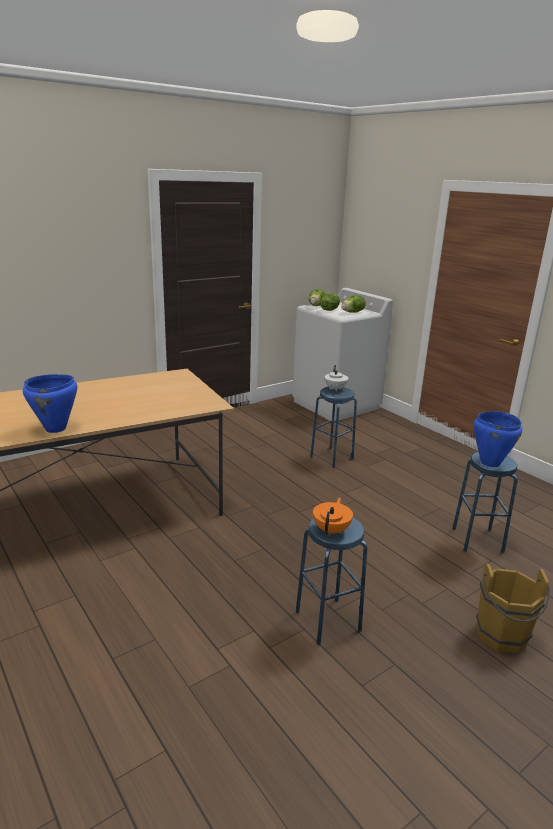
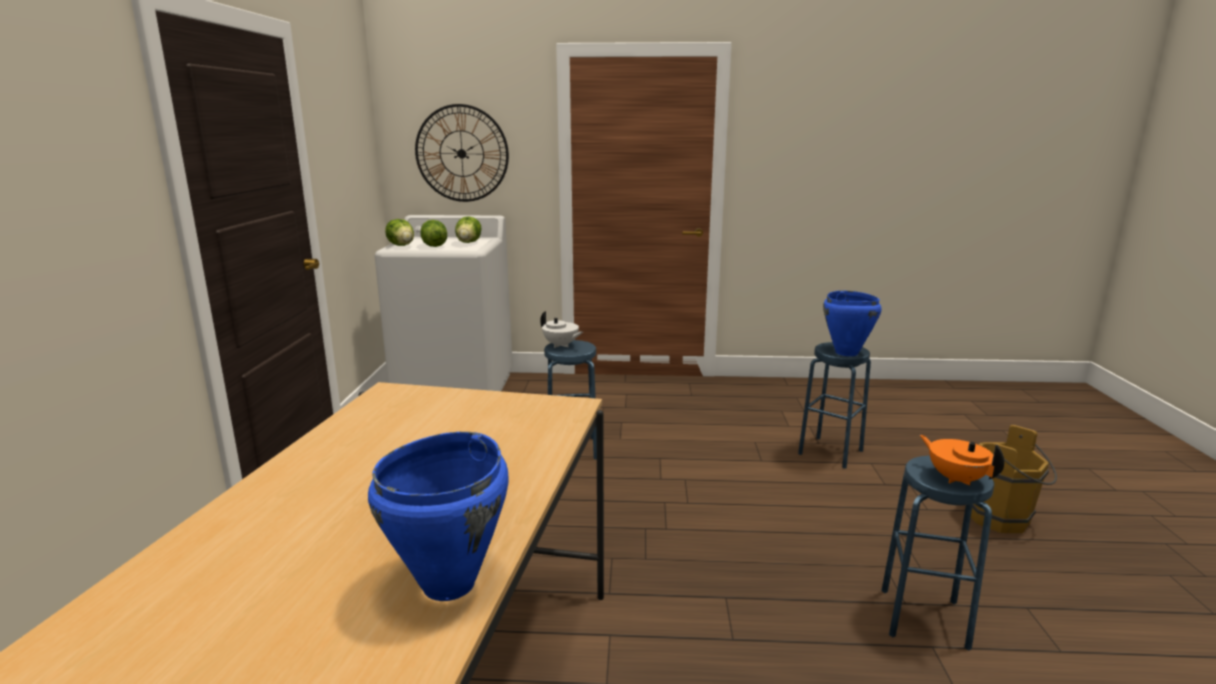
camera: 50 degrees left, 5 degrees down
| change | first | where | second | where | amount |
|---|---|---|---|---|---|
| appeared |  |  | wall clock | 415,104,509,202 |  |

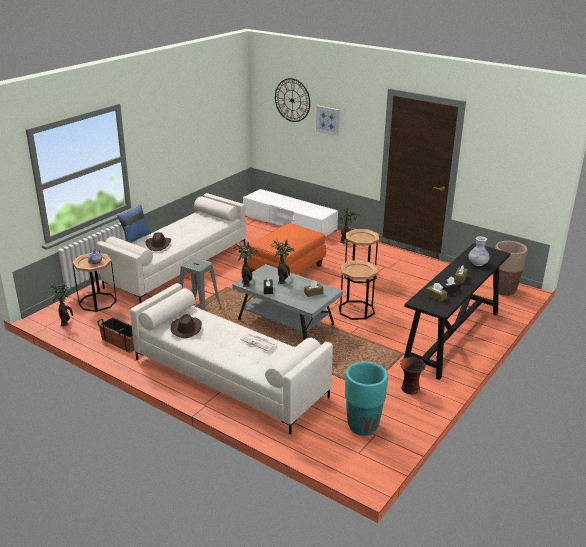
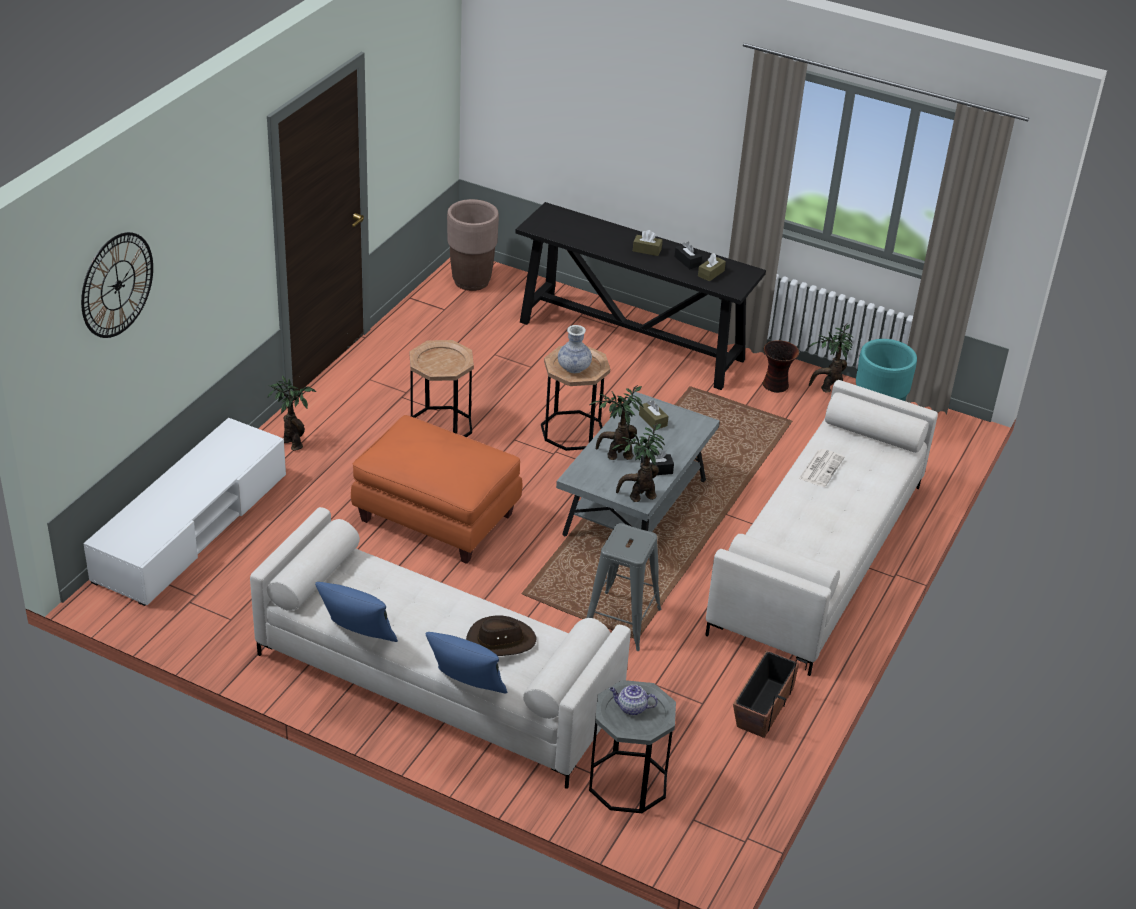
camera: 100 degrees left, 10 degrees up
| change | first | where | second | where | amount |
|---|---|---|---|---|---|
| missing | hat (brown-coloured) | 171,314,202,338 |  |  |  |
| missing | picture | 316,105,340,136 |  |  |  |
| appeared |  |  | throw pillow (blue) | 315,582,398,642 |  |
| relocated | plant in a pot | 47,282,73,326 |  | 809,323,853,393 |  |
| relocated | decorative vase | 469,236,489,266 |  | 558,325,592,373 |  |
| colour | accent table (brown-coloured) | 72,253,117,312 | accent table (greyish) | 589,680,676,813 |  |

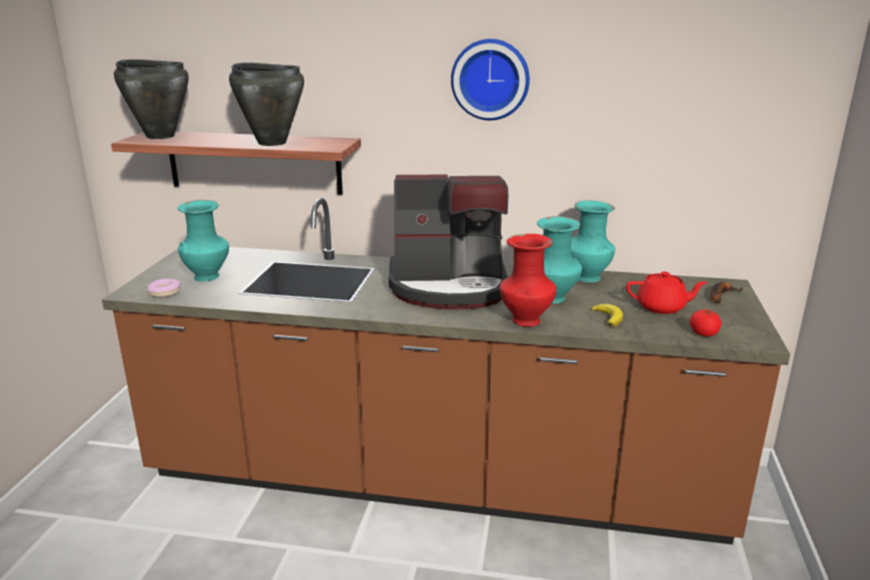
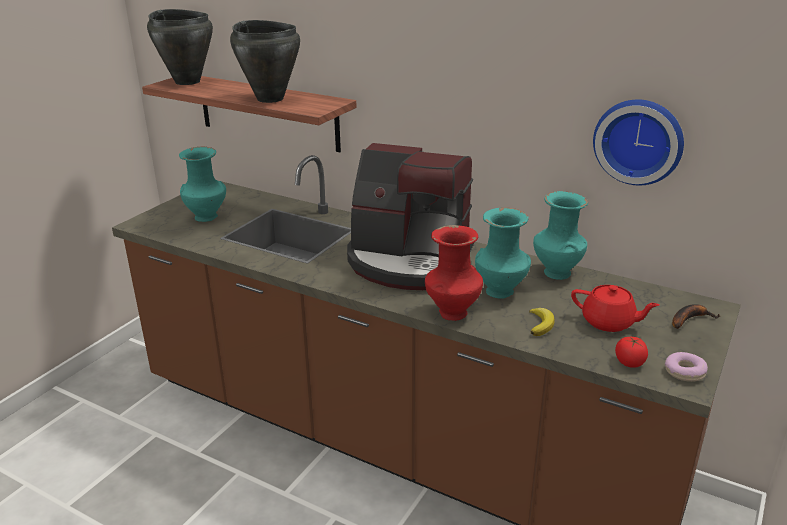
camera: 20 degrees right, 5 degrees up
| change | first | where | second | where | amount |
|---|---|---|---|---|---|
| relocated | donut | 147,279,181,297 |  | 665,352,708,382 |  |
| relocated | wall clock | 451,39,530,120 |  | 593,99,684,186 |  |

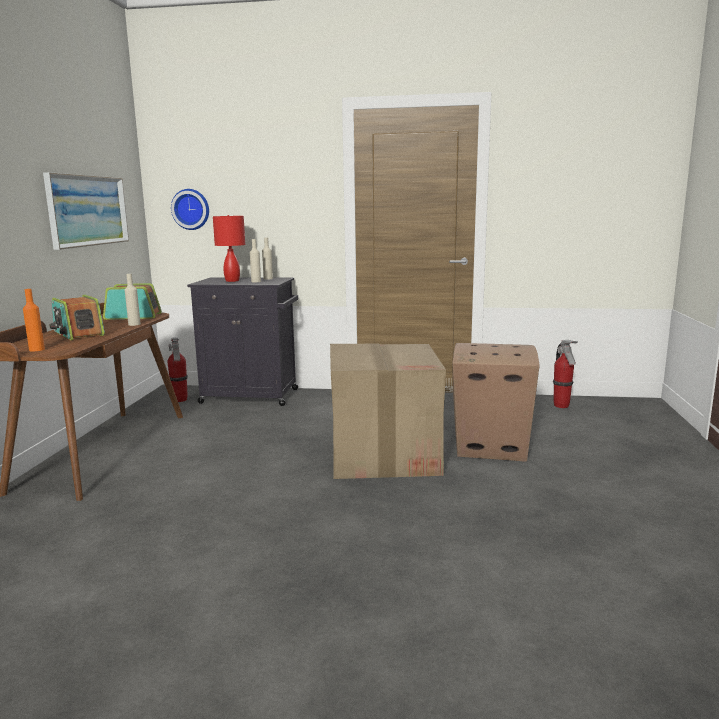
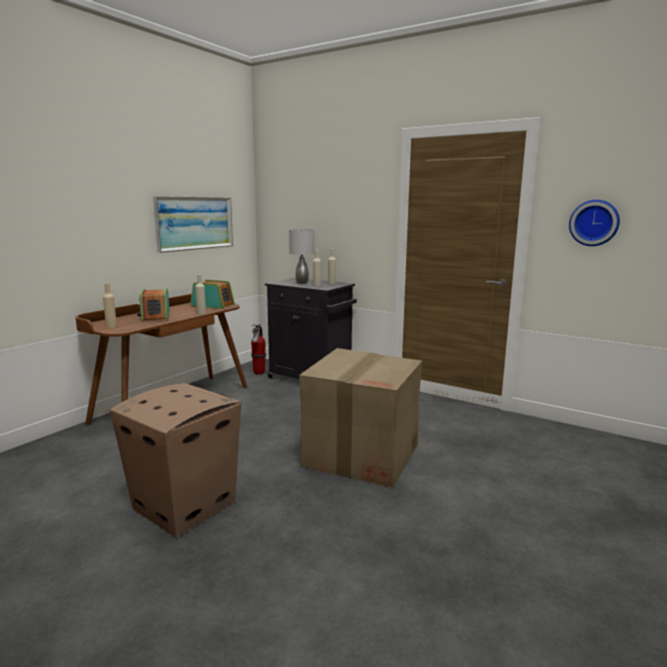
camera: 25 degrees right, 0 degrees up
| change | first | where | second | where | amount |
|---|---|---|---|---|---|
| missing | extinguisher | 553,340,578,408 |  |  |  |
| relocated | wall clock | 171,189,209,230 |  | 569,200,620,246 |  |
| relocated | packing box | 452,343,540,462 |  | 110,383,241,537 |  |
| colour | drink bottle (orangey) | 23,289,45,351 | drink bottle (beige) | 103,283,117,328 |  |
| colour | tabletop lamp (red-coloured) | 213,215,245,282 | tabletop lamp (greyish) | 289,229,314,284 |  |

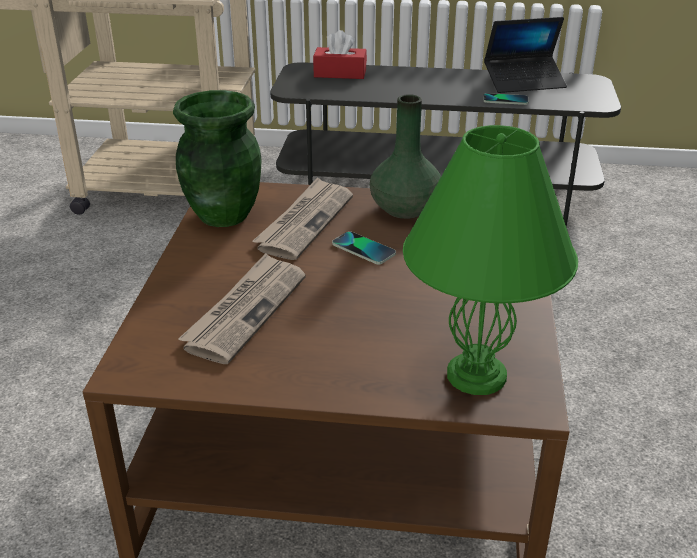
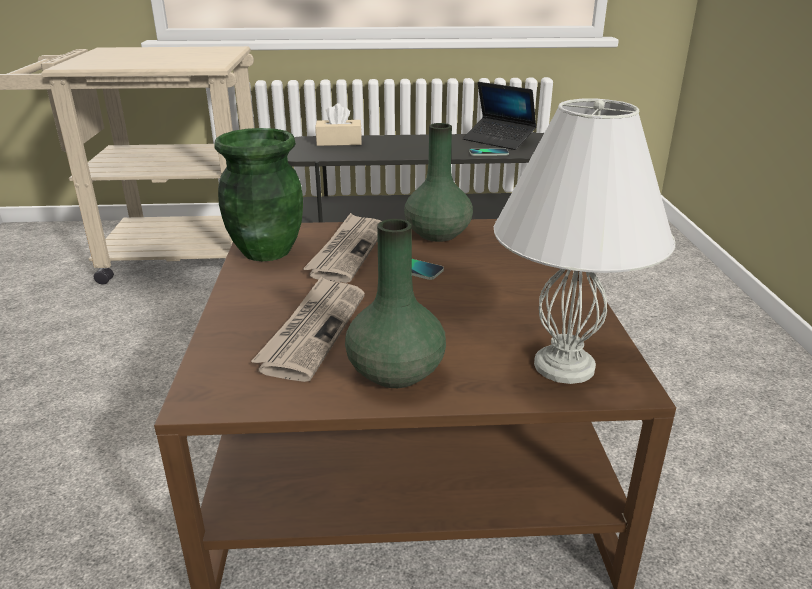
camera: 10 degrees left, 5 degrees down
| change | first | where | second | where | amount |
|---|---|---|---|---|---|
| appeared |  |  | decorative vase (green) | 345,219,446,388 |  |
| colour | tissue box (red-coloured) | 313,30,367,79 | tissue box (beige) | 315,103,362,146 |  |
| colour | tabletop lamp (green) | 403,125,578,395 | tabletop lamp (white-coloured) | 494,99,675,384 |  |
| spun | laptop | 484,17,567,93 |  | 463,82,537,150 | 60 degrees clockwise |

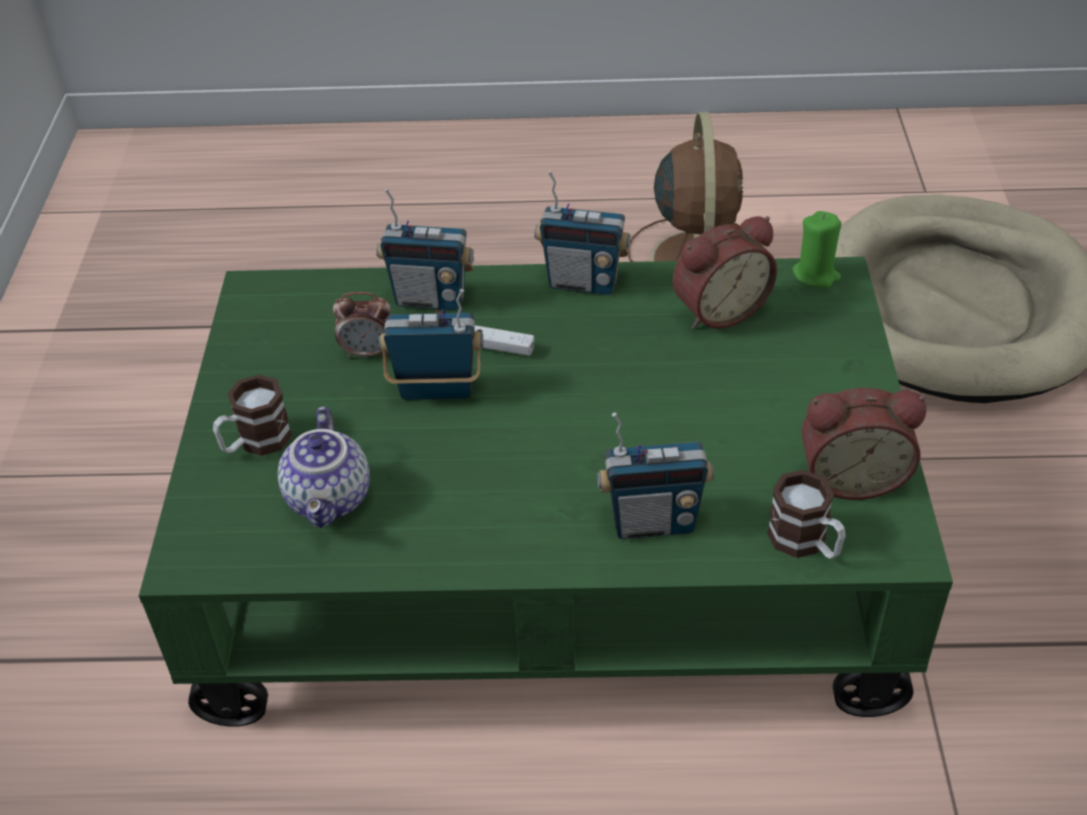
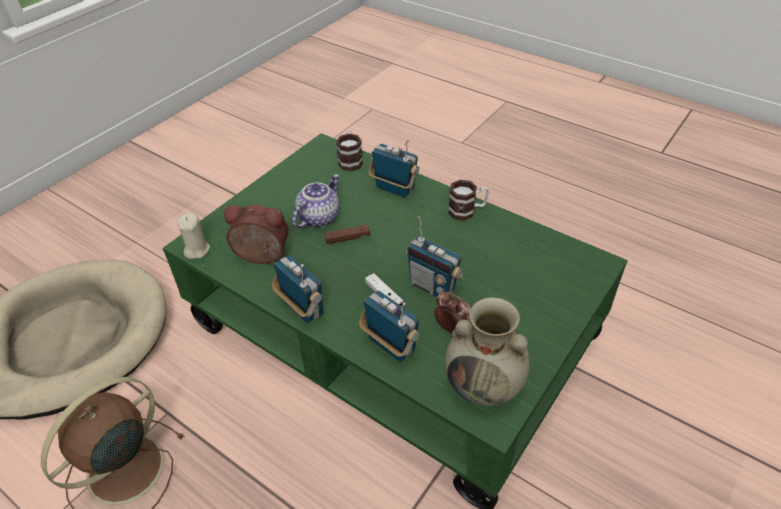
camera: 145 degrees left, 0 degrees up
| change | first | where | second | where | amount |
|---|---|---|---|---|---|
| missing | bedside clock | 801,388,927,500 |  |  |  |
| appeared |  |  | game controller (brown-coloured) | 325,225,370,244 |  |
| appeared |  |  | decorative vase (beige) | 445,297,530,406 |  |
| relocated | tea mug | 213,374,292,456 |  | 448,180,489,221 |  |
| relocated | pot for tea | 278,407,370,528 |  | 292,174,339,228 |  |
| colour | candle (green) | 793,211,841,288 | candle (beige) | 177,213,210,259 |  |

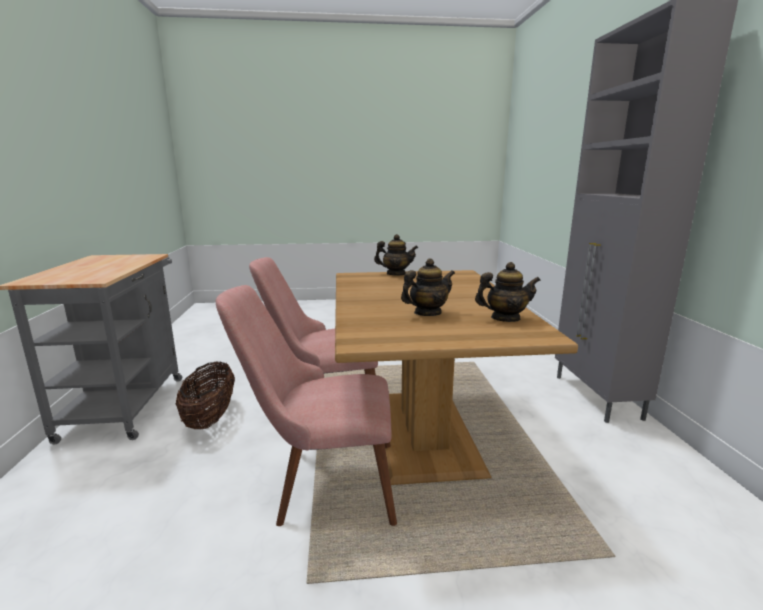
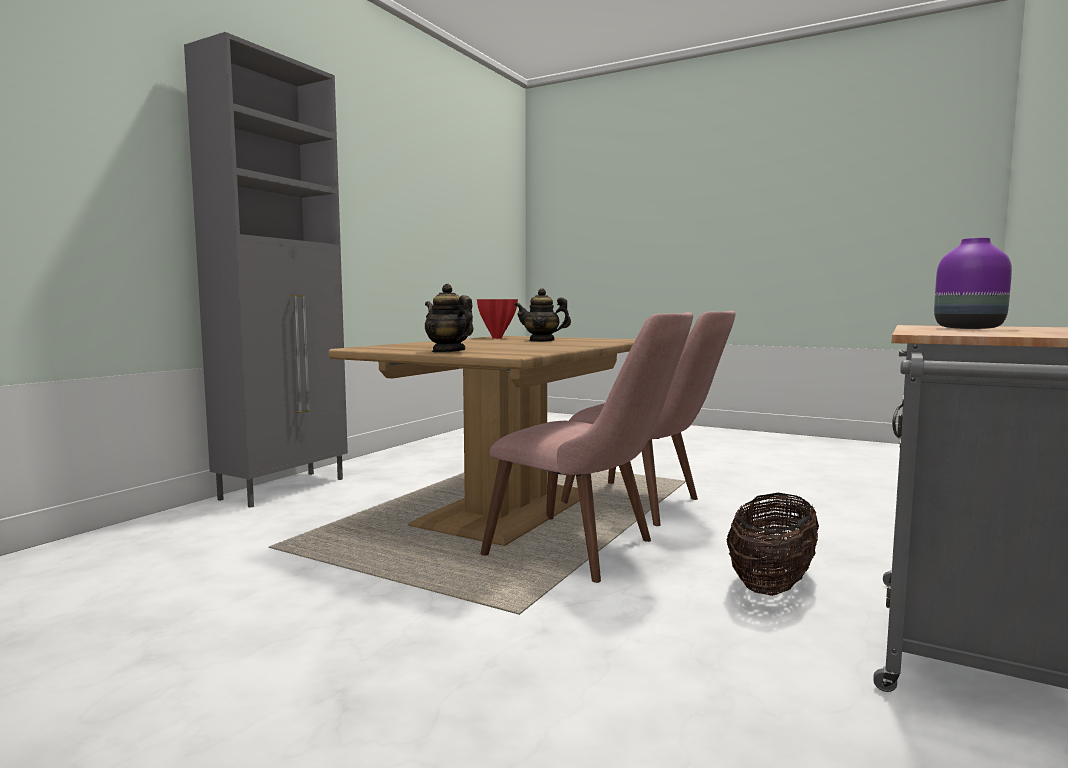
camera: 145 degrees left, 10 degrees down
| change | first | where | second | where | amount |
|---|---|---|---|---|---|
| appeared |  |  | decorative vase (purplish) | 934,238,1012,329 |  |
| exchanged | pot for tea | 475,262,541,322 | decorative vase (red-coloured) | 477,299,518,339 |  |

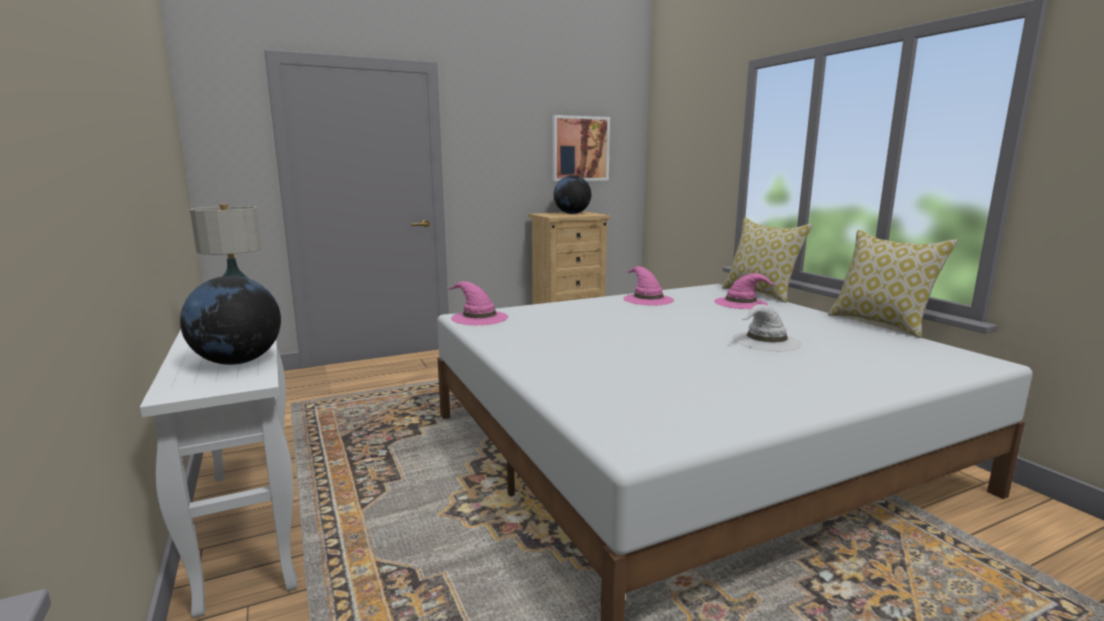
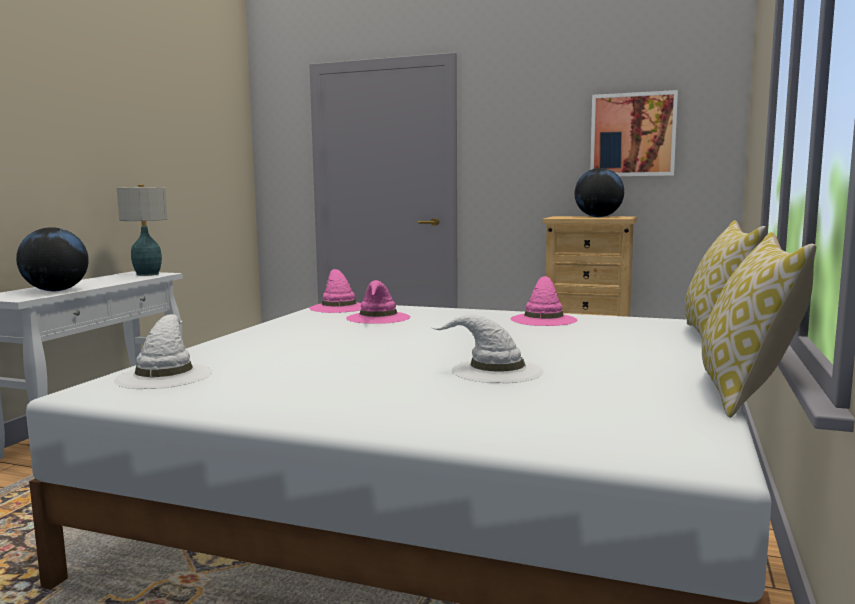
camera: 45 degrees right, 5 degrees down
| change | first | where | second | where | amount |
|---|---|---|---|---|---|
| appeared |  |  | hat (white-coloured) | 114,314,213,389 |  |
| relocated | hat (pink) | 714,273,776,309 |  | 346,280,411,324 |  |

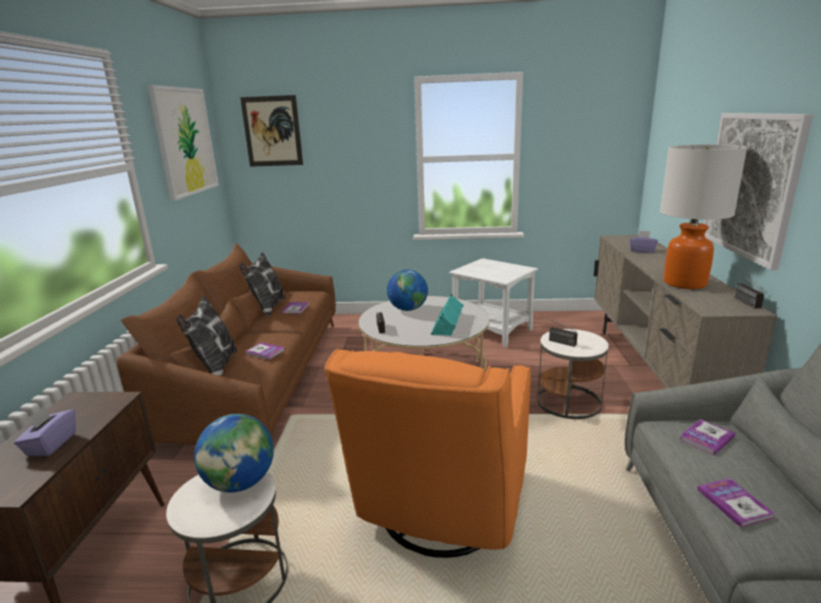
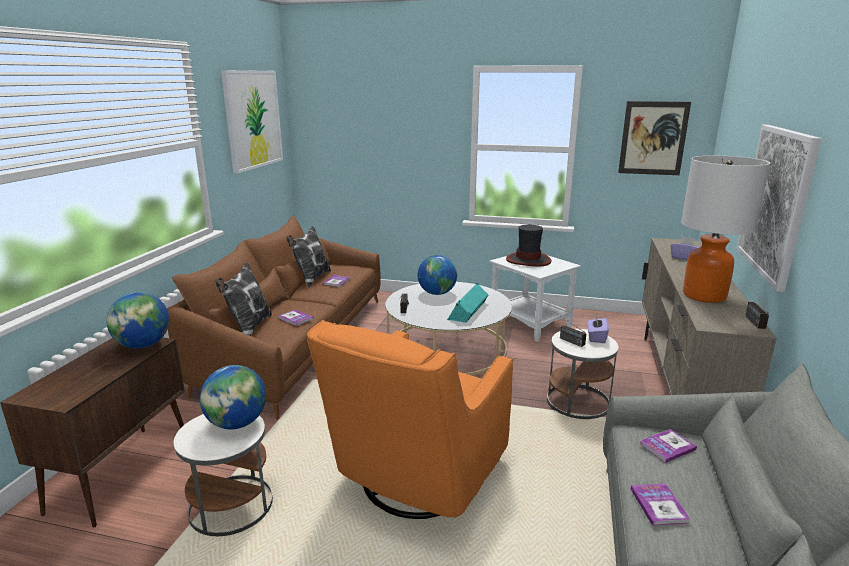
camera: 10 degrees right, 0 degrees up
| change | first | where | second | where | amount |
|---|---|---|---|---|---|
| appeared |  |  | globe | 106,292,169,349 |  |
| appeared |  |  | hat | 506,225,551,266 |  |
| relocated | tissue box (purplish) | 14,407,76,456 |  | 587,316,609,343 |  |
| relocated | picture | 240,95,303,167 |  | 618,101,691,175 |  |

